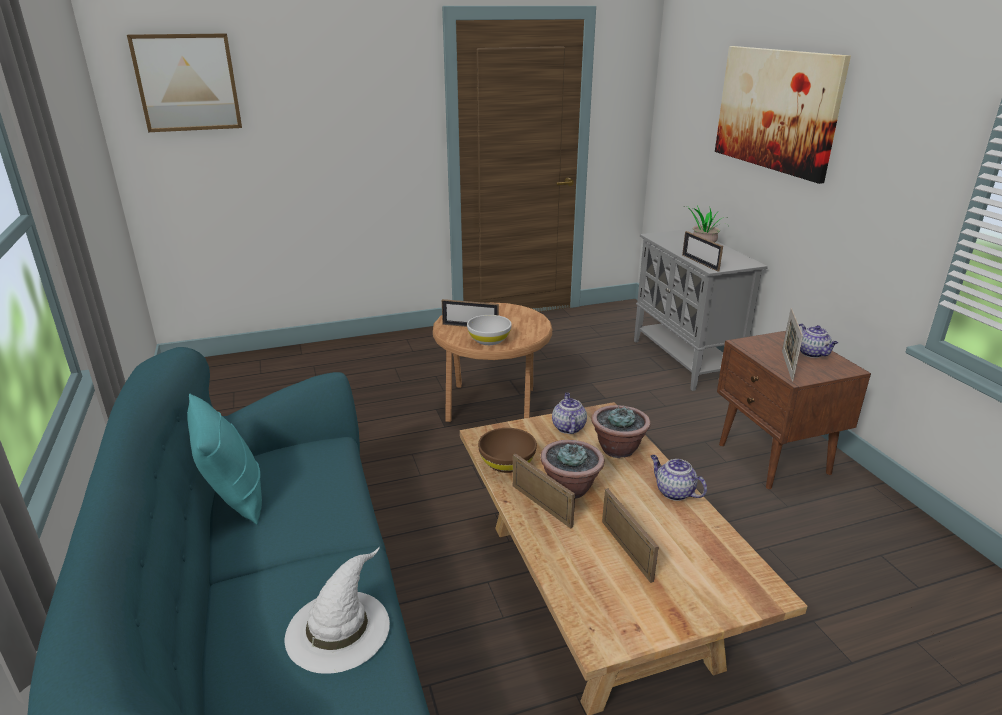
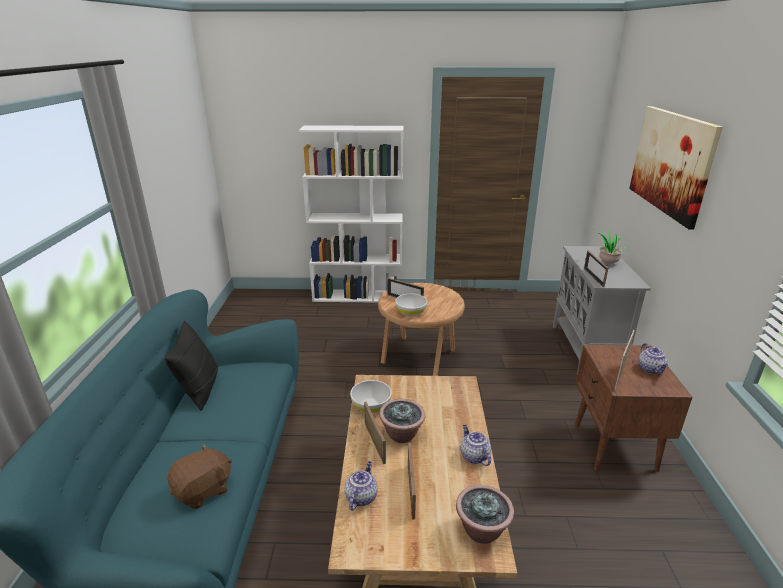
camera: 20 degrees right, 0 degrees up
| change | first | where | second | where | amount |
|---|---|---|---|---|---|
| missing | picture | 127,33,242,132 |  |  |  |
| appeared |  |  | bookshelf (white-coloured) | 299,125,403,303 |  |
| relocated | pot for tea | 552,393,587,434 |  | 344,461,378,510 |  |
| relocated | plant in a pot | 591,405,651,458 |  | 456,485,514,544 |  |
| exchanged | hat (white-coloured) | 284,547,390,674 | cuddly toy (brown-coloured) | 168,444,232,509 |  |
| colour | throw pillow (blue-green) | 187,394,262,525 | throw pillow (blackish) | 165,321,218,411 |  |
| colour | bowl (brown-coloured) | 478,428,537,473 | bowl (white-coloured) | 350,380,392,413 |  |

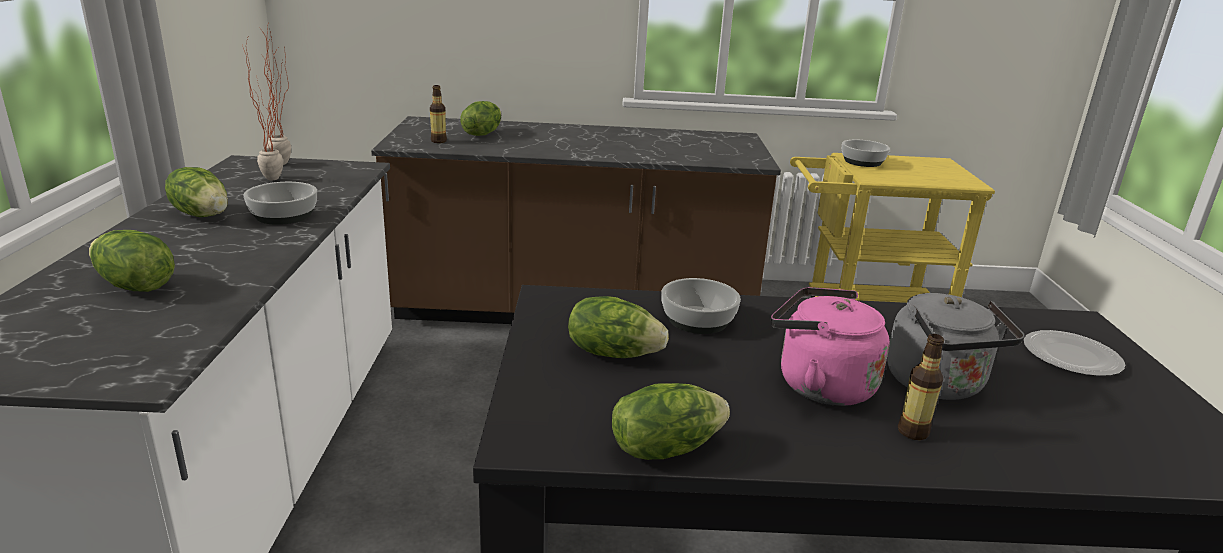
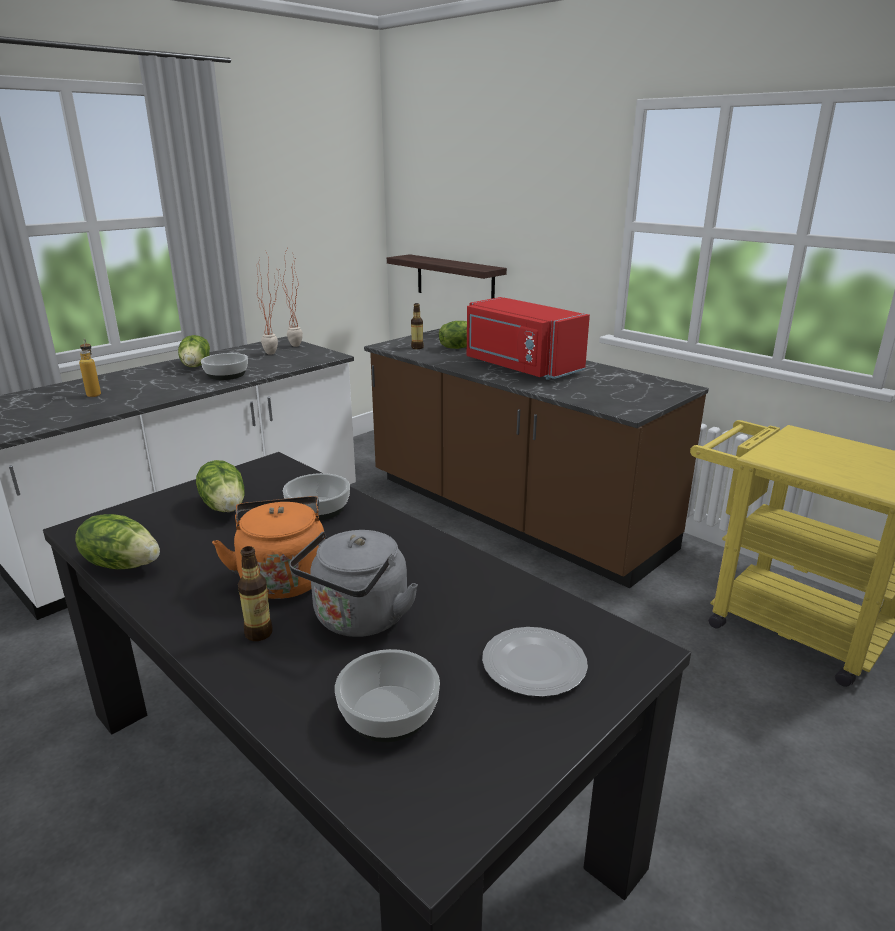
camera: 45 degrees right, 0 degrees up
| change | first | where | second | where | amount |
|---|---|---|---|---|---|
| appeared |  |  | bracket shelf | 387,254,507,299 |  |
| appeared |  |  | microwave oven (red-coloured) | 467,297,590,380 |  |
| relocated | bowl | 842,140,890,167 |  | 335,649,440,742 |  |
| exchanged | lettuce head | 89,230,175,292 | drink bottle | 79,339,101,397 |  |
| colour | kettle (pink) | 771,287,890,406 | kettle (orangey) | 212,496,324,599 |  |

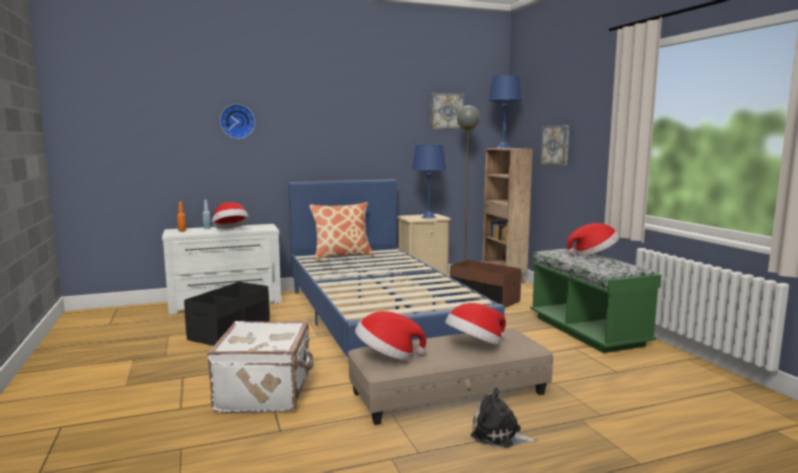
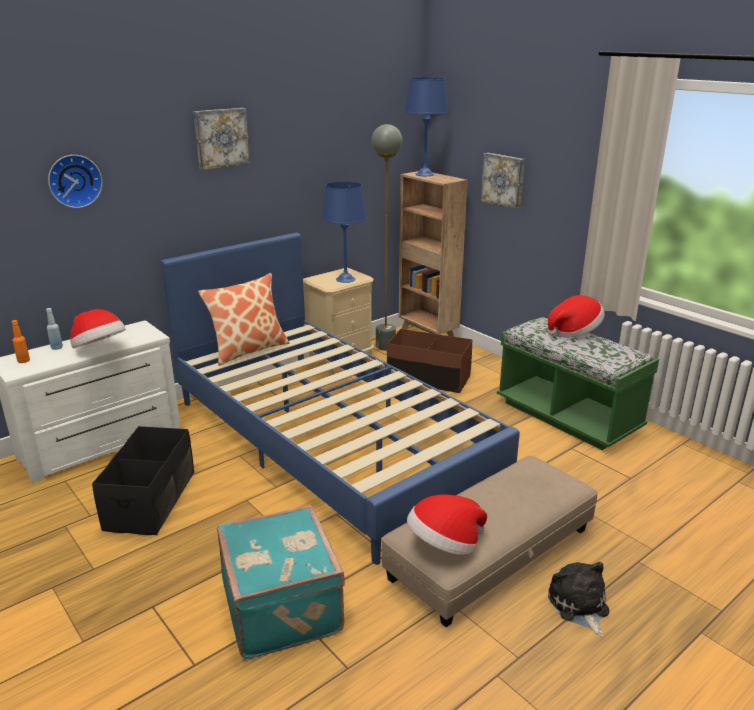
camera: 20 degrees left, 15 degrees up
| change | first | where | second | where | amount |
|---|---|---|---|---|---|
| missing | hat | 445,303,506,346 |  |  |  |
| relocated | picture | 430,93,464,129 |  | 194,108,250,170 |  |
| colour | piece of luggage (white-coloured) | 207,321,314,413 | piece of luggage (blue-green) | 217,505,345,659 |  |
| spun | cuddly toy | 471,387,538,448 |  | 548,562,609,636 | 75 degrees clockwise |

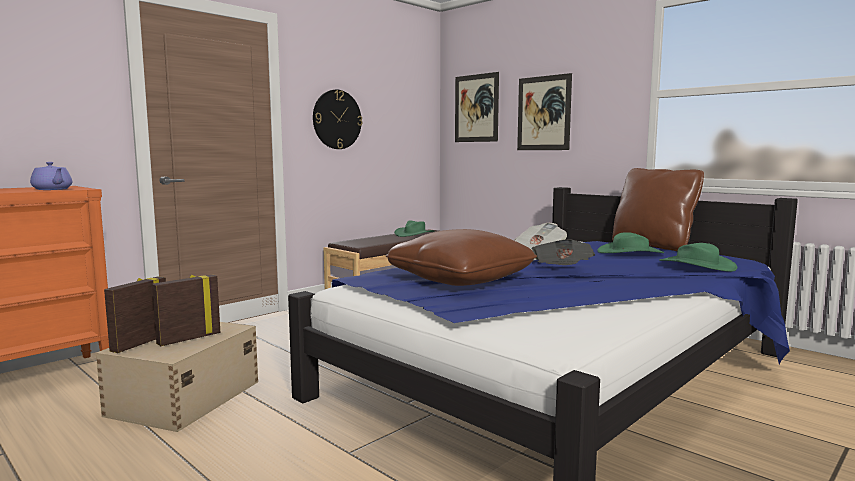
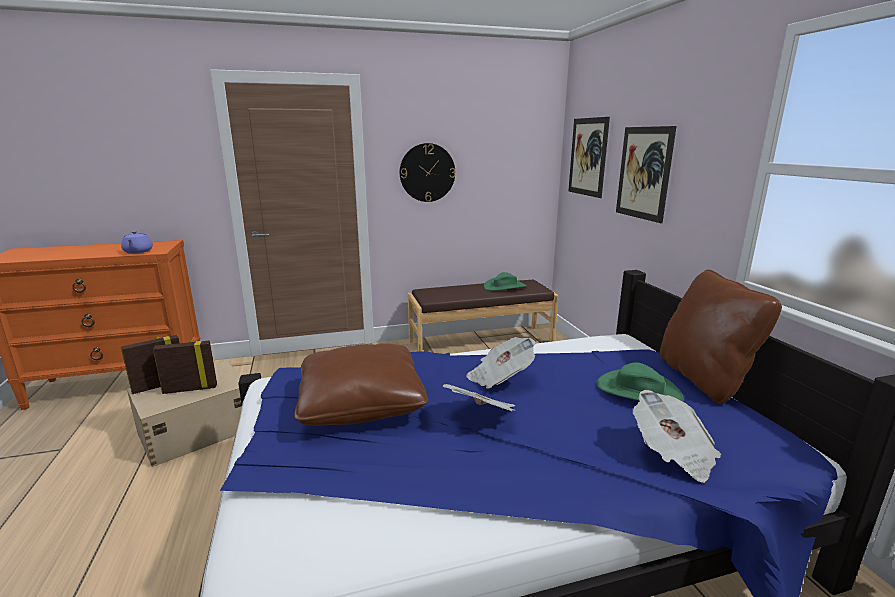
camera: 30 degrees right, 10 degrees up
| change | first | where | second | where | amount |
|---|---|---|---|---|---|
| exchanged | hat (green) | 659,243,737,272 | daily paper | 633,390,721,483 |  |

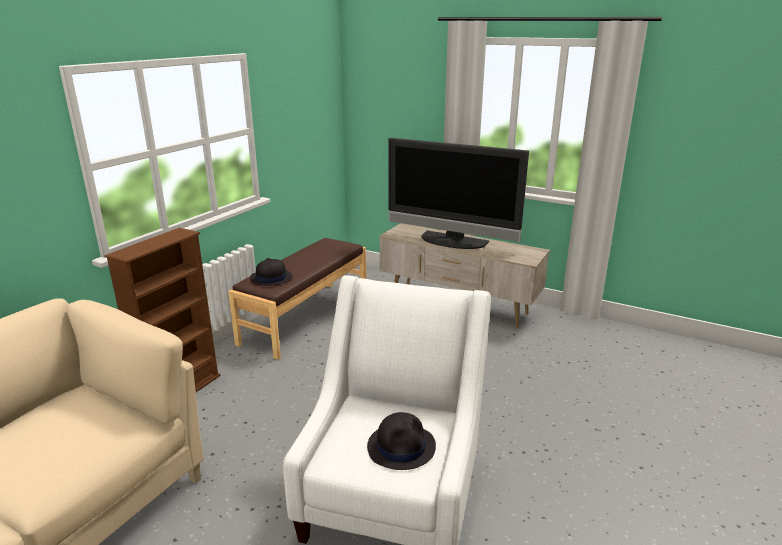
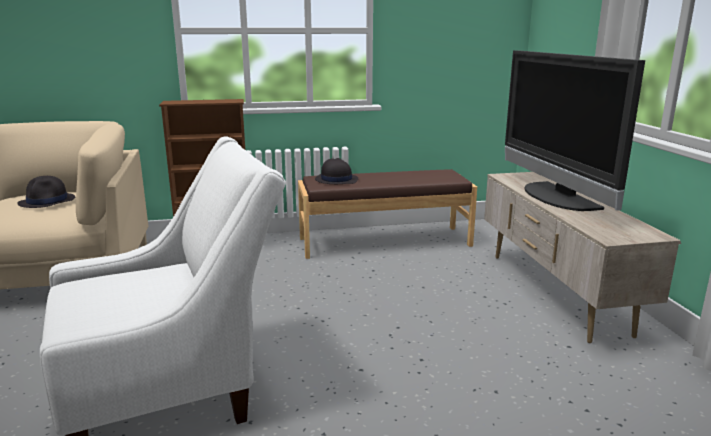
camera: 50 degrees right, 5 degrees down
| change | first | where | second | where | amount |
|---|---|---|---|---|---|
| relocated | hat (blackish) | 367,412,436,470 |  | 17,176,75,208 |  |

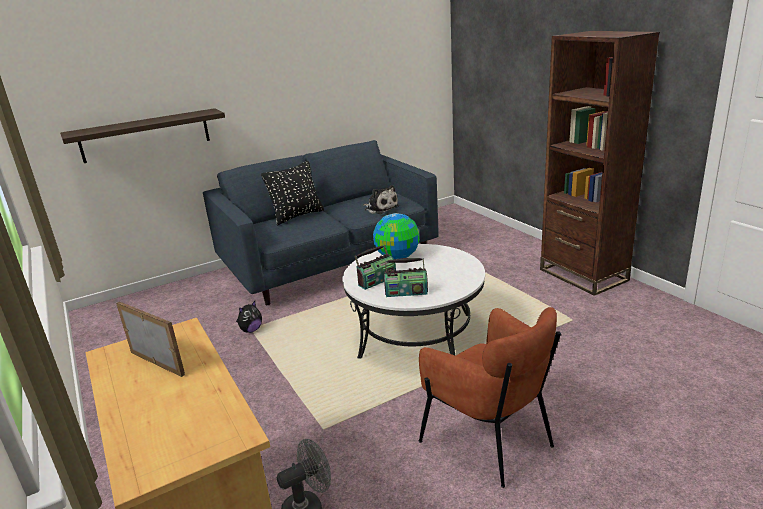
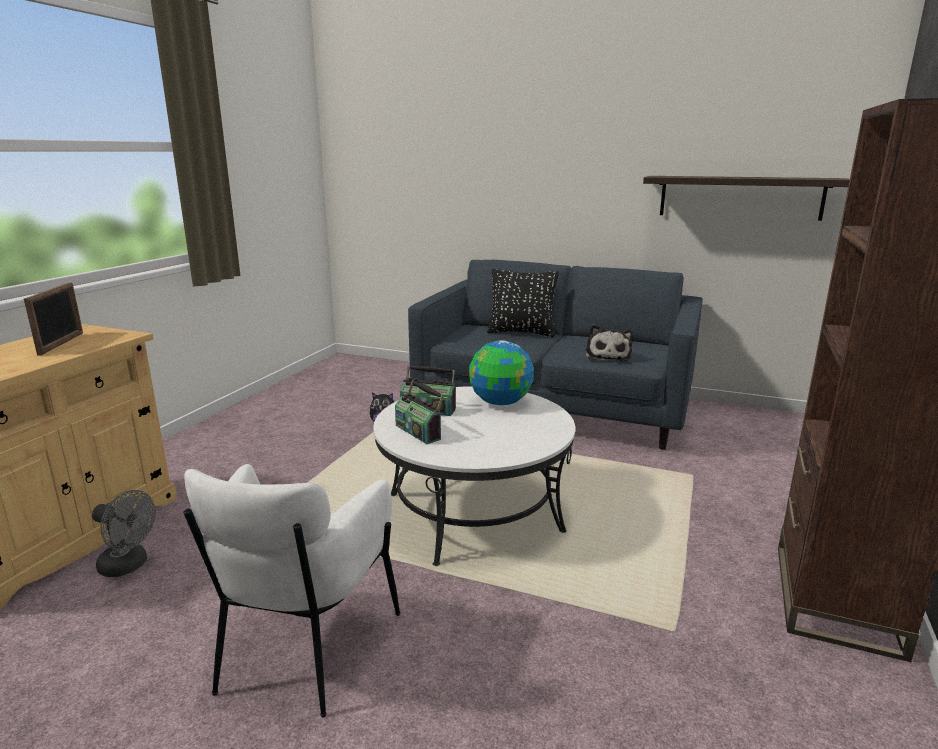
camera: 50 degrees right, 5 degrees down
| change | first | where | second | where | amount |
|---|---|---|---|---|---|
| relocated | bracket shelf | 60,108,225,163 |  | 643,176,850,221 |  |
| colour | easy chair (brown-coloured) | 419,307,561,488 | easy chair (white-coloured) | 183,464,401,717 |  |

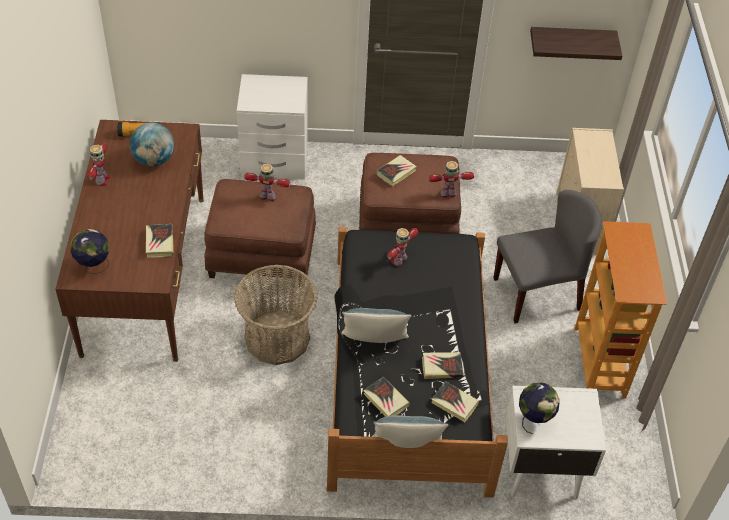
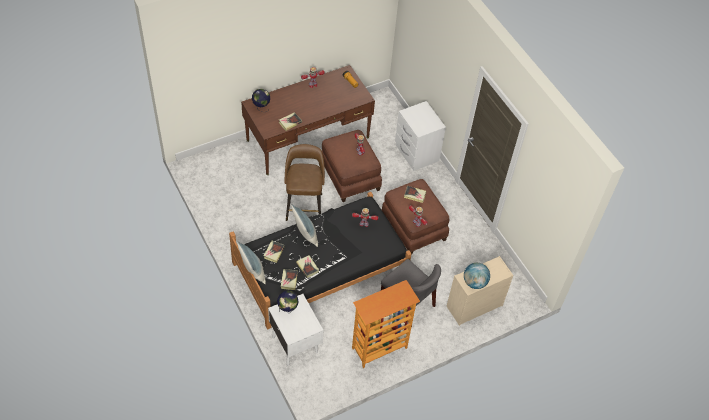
camera: 60 degrees right, 5 degrees up
| change | first | where | second | where | amount |
|---|---|---|---|---|---|
| missing | bracket shelf | 530,27,622,60 |  |  |  |
| relocated | globe | 130,122,174,166 |  | 464,263,490,289 |  |
| exchanged | basket | 234,265,318,365 | stool (brown-coloured) | 285,144,325,221 |  |

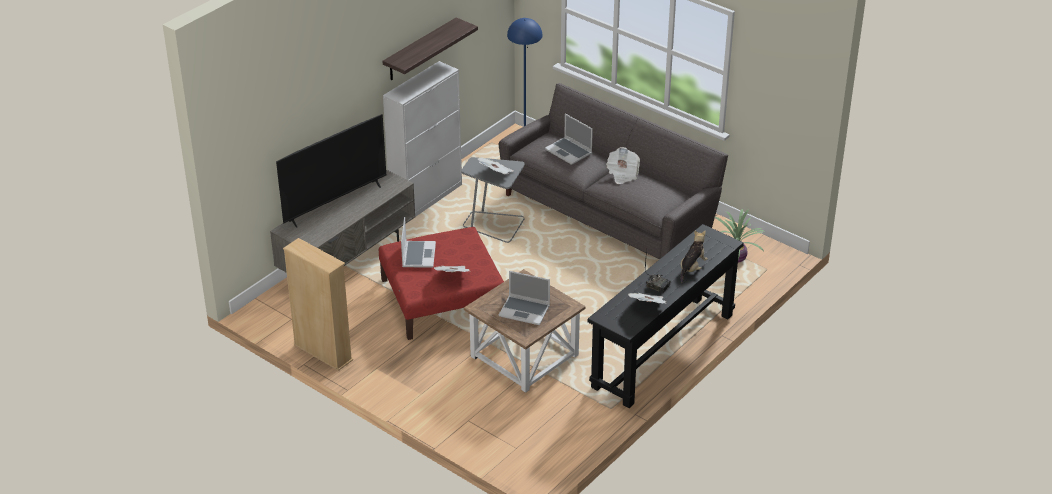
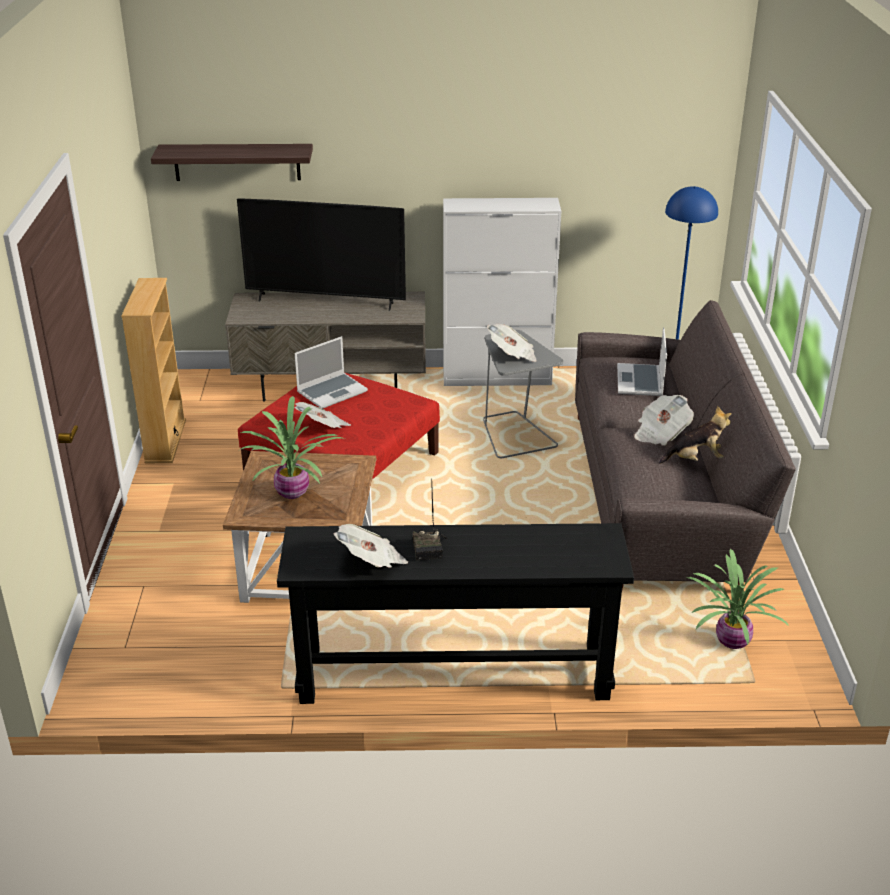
camera: 50 degrees right, 5 degrees down
| change | first | where | second | where | amount |
|---|---|---|---|---|---|
| relocated | bracket shelf | 382,17,478,80 |  | 151,144,313,181 |  |
| relocated | cuddly toy | 680,230,708,283 |  | 659,406,732,464 |  |
| exchanged | laptop | 499,271,550,325 | plant in a pot | 238,396,345,499 |  |

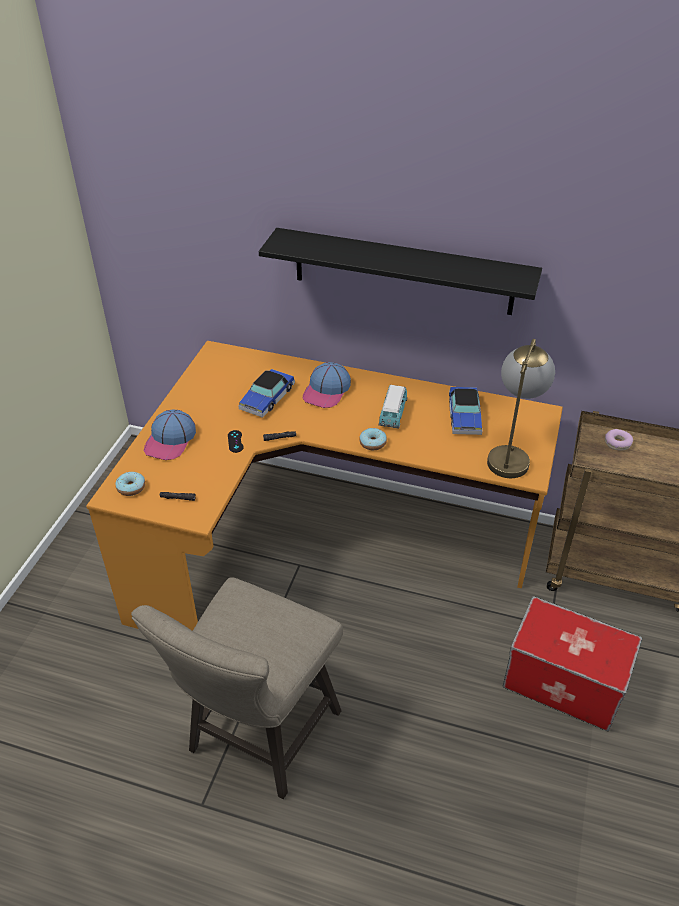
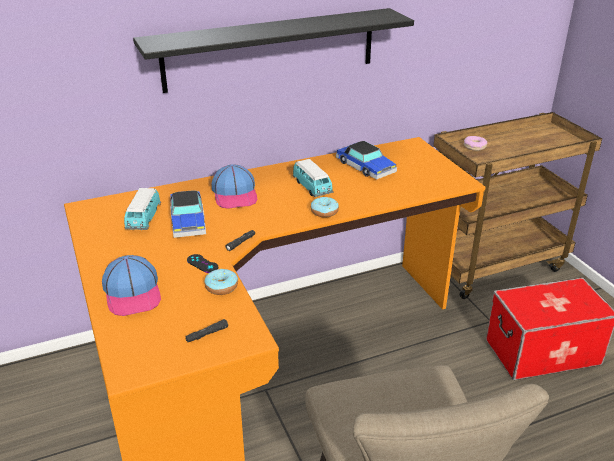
camera: 40 degrees left, 10 degrees down
| change | first | where | second | where | amount |
|---|---|---|---|---|---|
| missing | tabletop lamp | 487,339,555,478 |  |  |  |
| appeared |  |  | miniature car | 124,188,161,230 |  |
| relocated | donut | 116,472,145,496 |  | 204,268,238,295 |  |

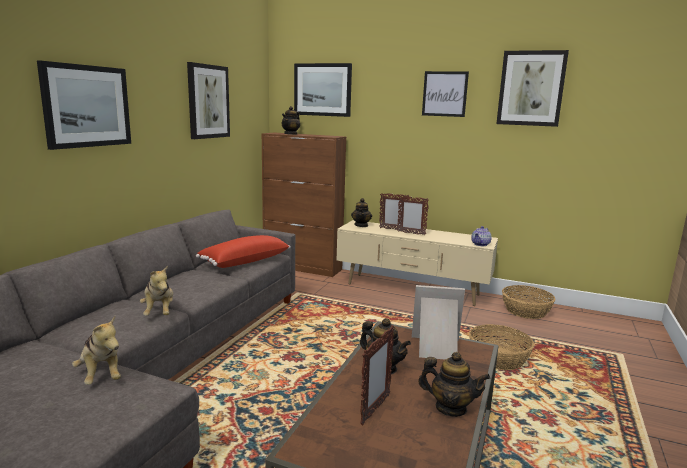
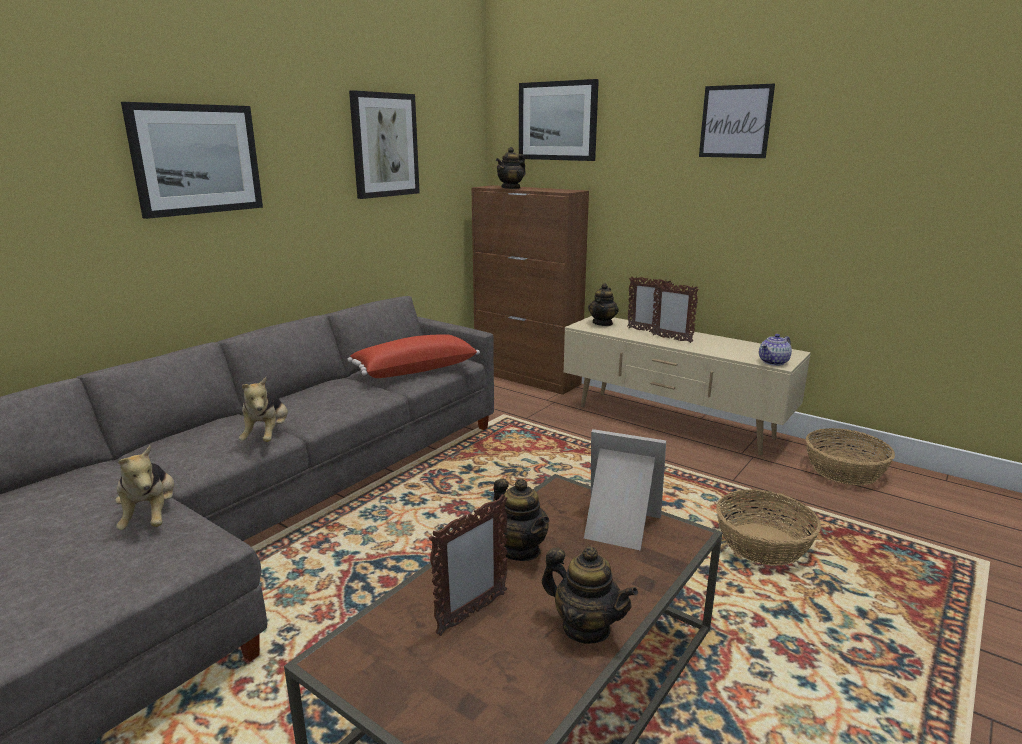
camera: 15 degrees right, 5 degrees up
| change | first | where | second | where | amount |
|---|---|---|---|---|---|
| missing | picture | 496,50,569,127 |  |  |  |

